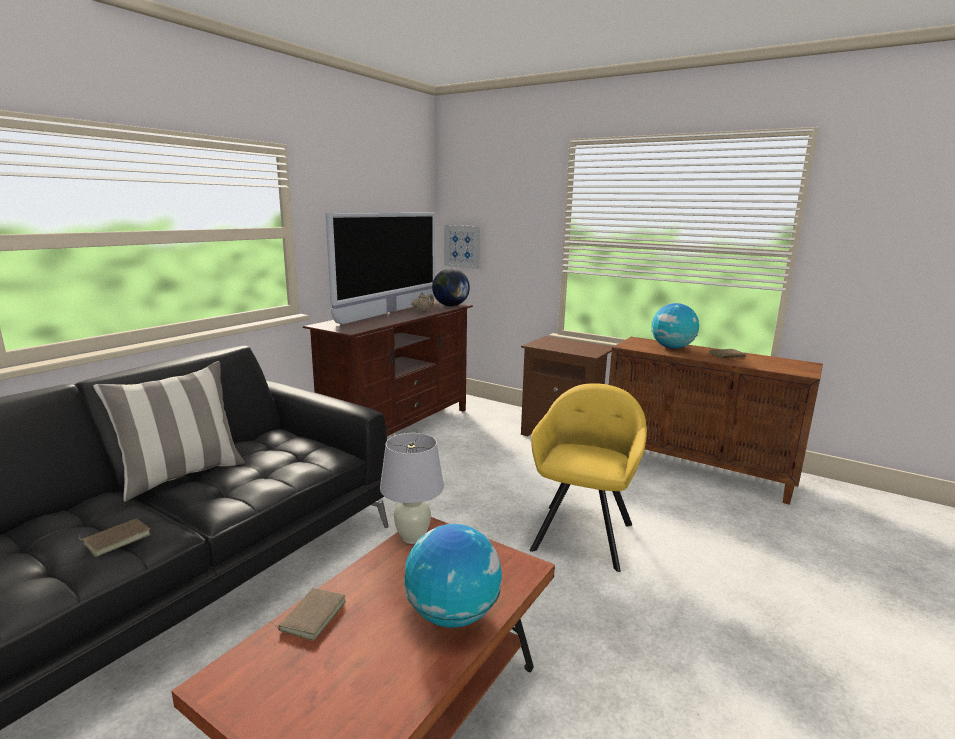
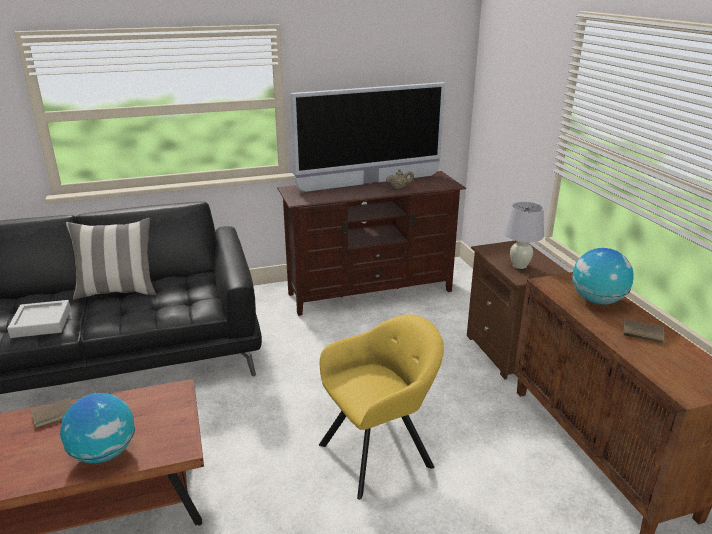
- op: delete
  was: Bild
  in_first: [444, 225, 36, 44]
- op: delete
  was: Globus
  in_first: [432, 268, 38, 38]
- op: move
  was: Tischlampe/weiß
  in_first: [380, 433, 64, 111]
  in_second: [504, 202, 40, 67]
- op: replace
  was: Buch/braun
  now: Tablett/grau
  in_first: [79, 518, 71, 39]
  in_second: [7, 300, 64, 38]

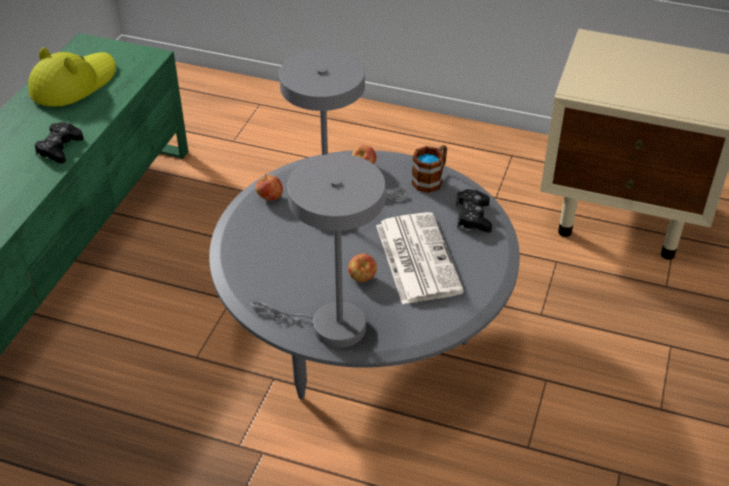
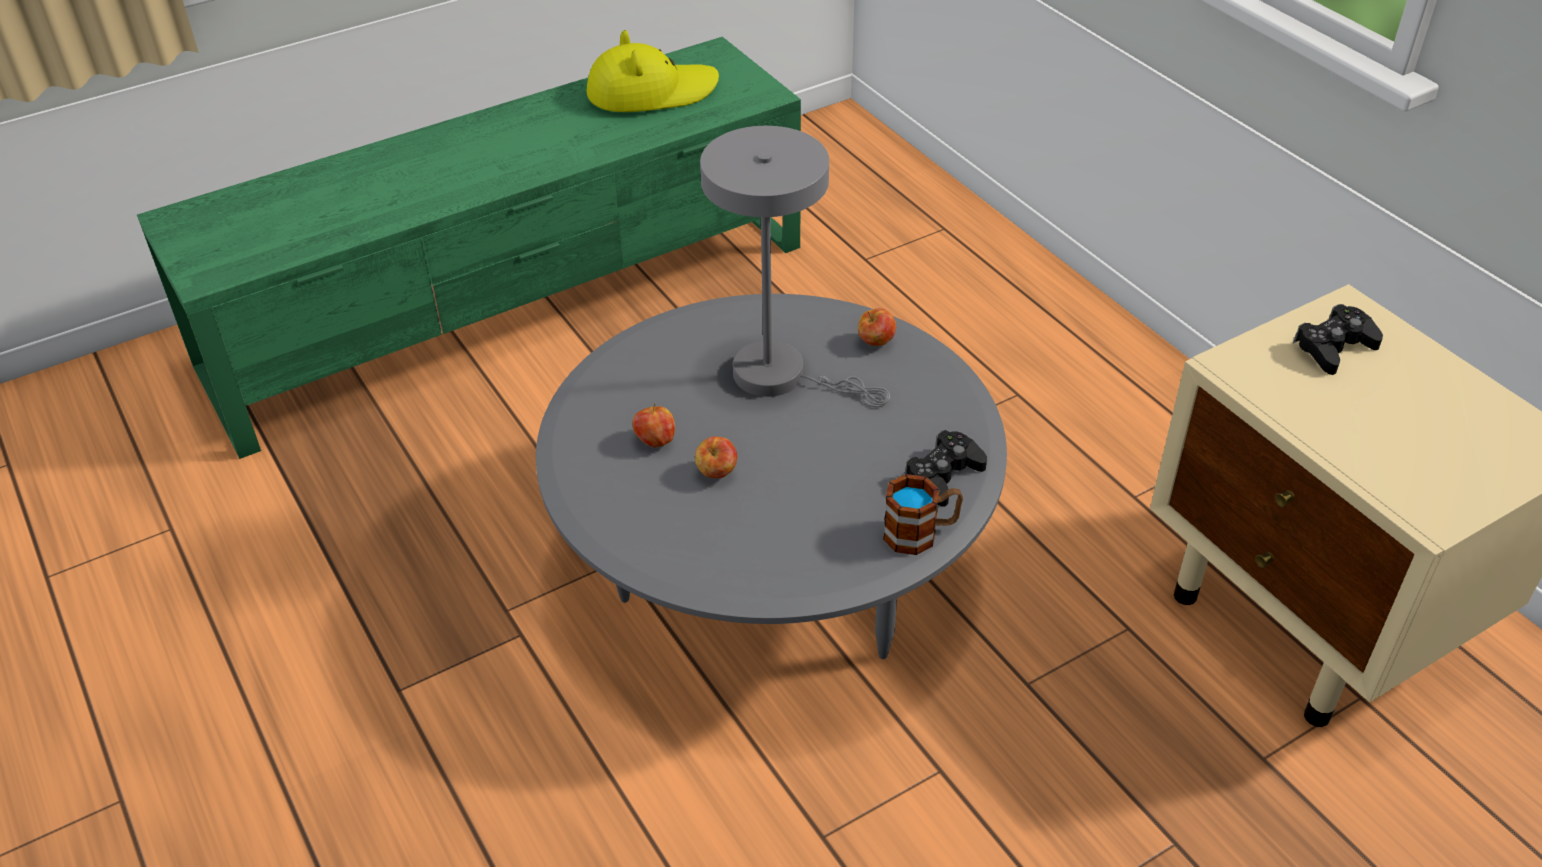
- op: move
  was: Gamepad/schwarz
  in_first: [34, 122, 50, 41]
  in_second: [1293, 304, 90, 71]
- op: move
  was: Henkelbecher
  in_first: [412, 145, 35, 48]
  in_second: [883, 474, 80, 81]
- op: delete
  was: Tischlampe/grau
  in_first: [251, 154, 134, 194]
- op: move
  was: Apfel
  in_first: [256, 174, 27, 27]
  in_second: [633, 403, 42, 44]
- op: delete
  was: Zeitung
  in_first: [376, 212, 88, 93]

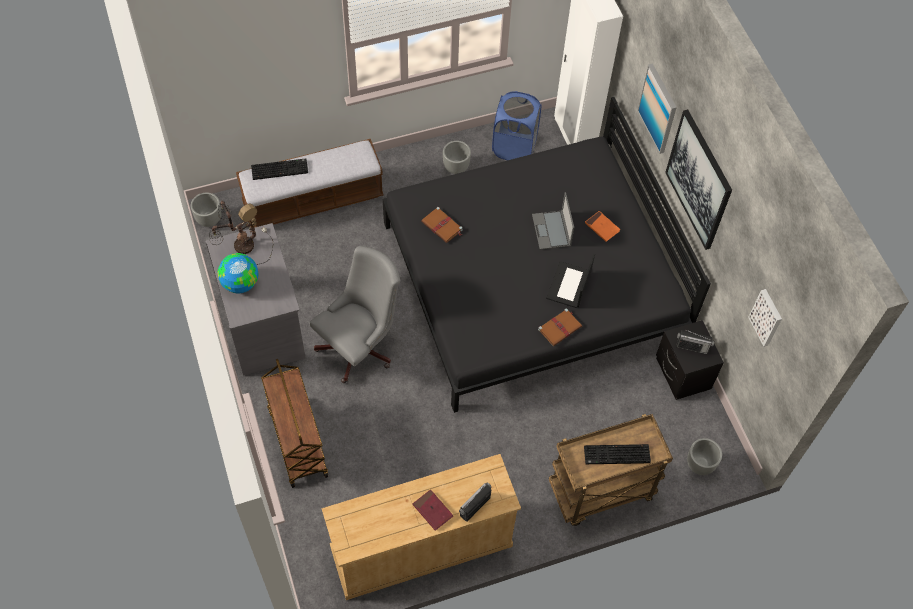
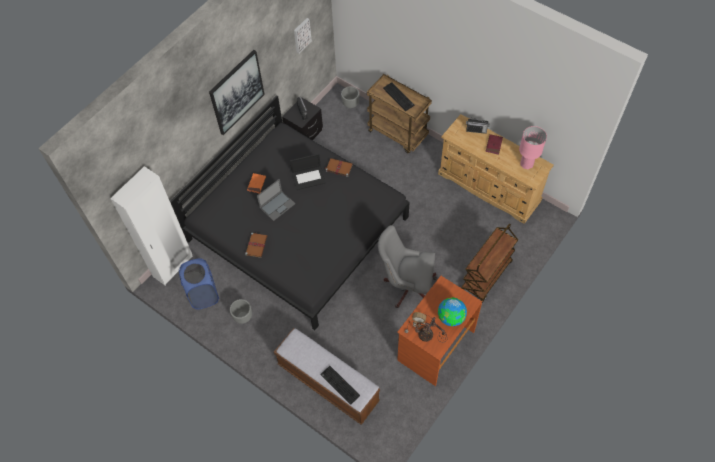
- op: delete
  was: Bild
  in_first: [637, 63, 40, 91]
- op: delete
  was: Pflanzkübel/grau
  in_first: [191, 193, 31, 34]
- op: move
  was: Buch/braun
  in_first: [421, 207, 42, 36]
  in_second: [245, 233, 22, 25]
- op: recolor
  was: Schreibtisch/grau
  now: Schreibtisch/braun
  in_first: [205, 223, 101, 153]
  in_second: [397, 276, 85, 110]
- op: insert
  now: Tischlampe/rosa
  in_second: [519, 126, 28, 43]

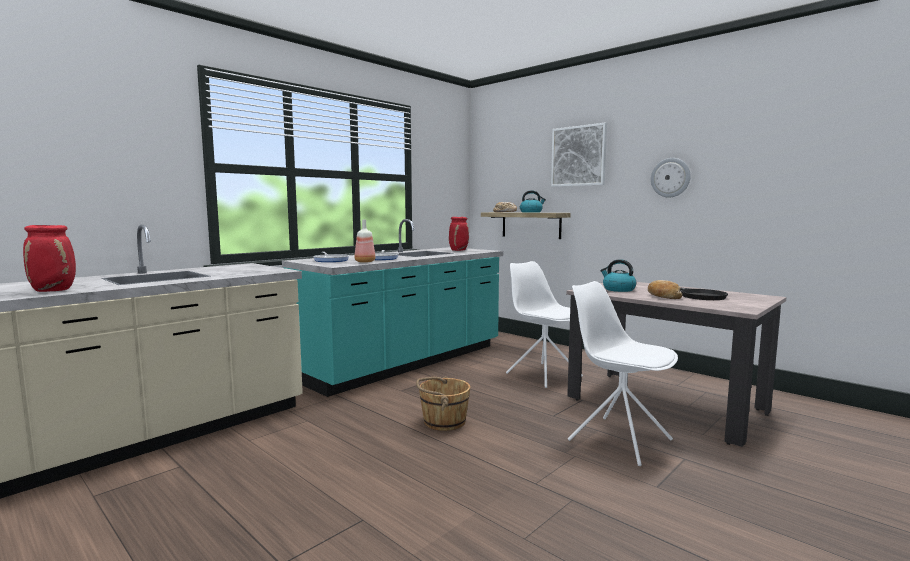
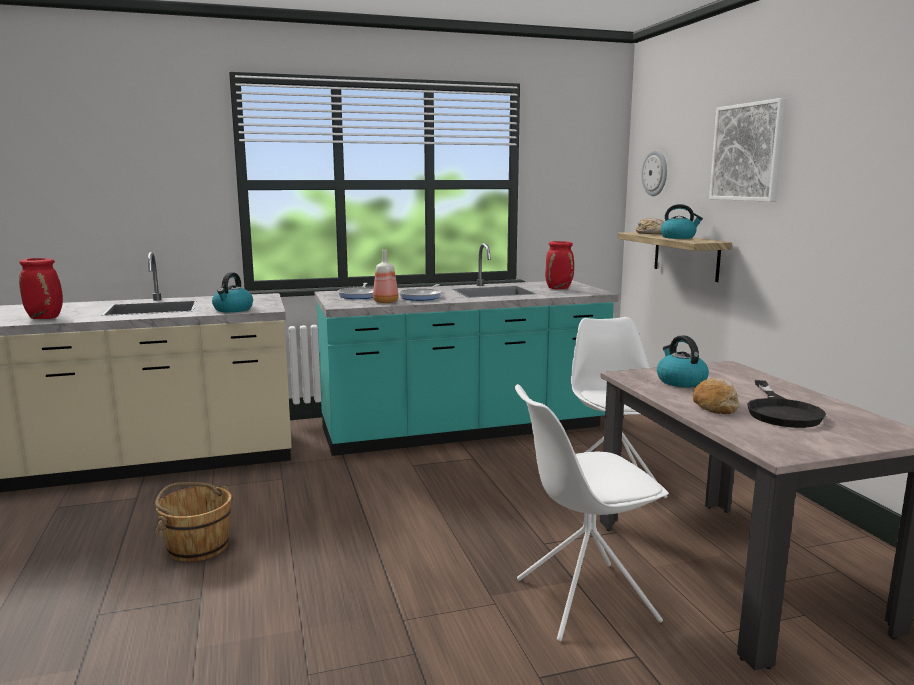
- op: move
  was: Wanduhr
  in_first: [651, 158, 40, 40]
  in_second: [641, 150, 26, 46]
- op: rotate
  was: Stuhl/weiß
  in_first: [568, 281, 110, 185]
  in_second: [515, 384, 154, 258]
  clockwise: -90
- op: move
  was: Eimer/braun
  in_first: [416, 377, 55, 54]
  in_second: [155, 482, 79, 80]
- op: insert
  now: Wasserkessel
  in_second: [212, 272, 41, 41]

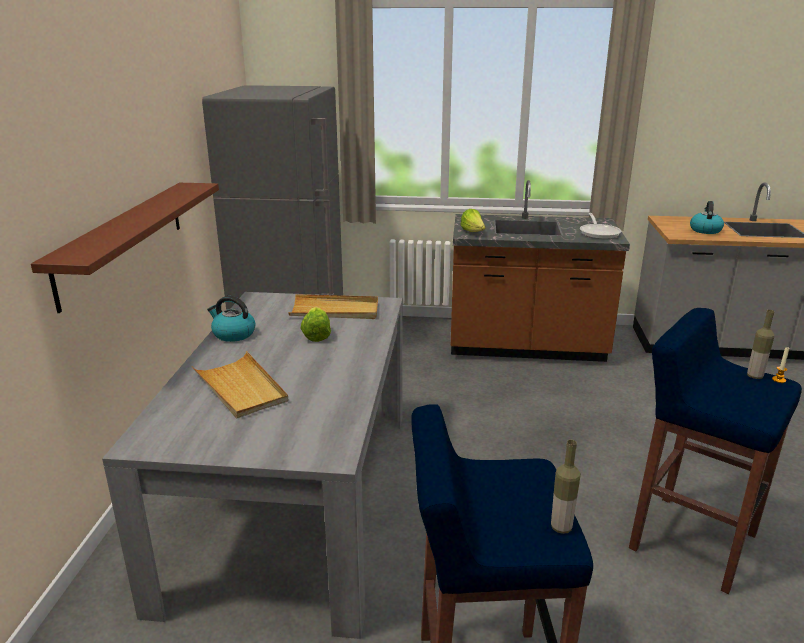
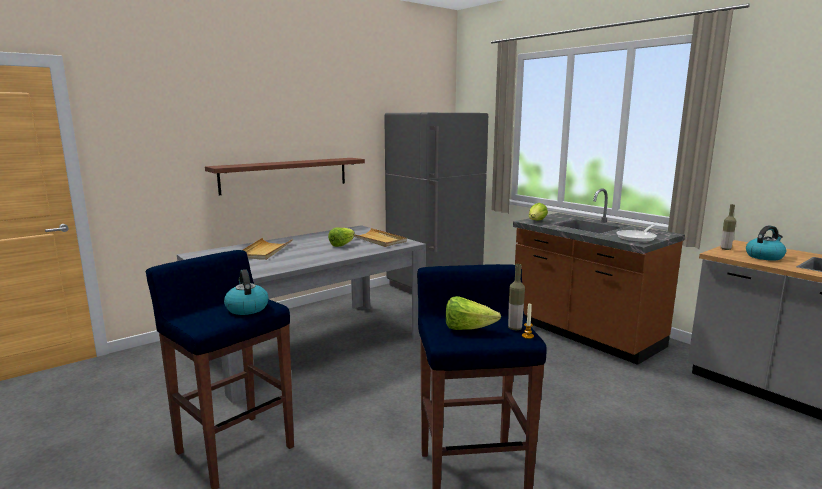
- op: move
  was: Wasserkessel
  in_first: [207, 296, 49, 46]
  in_second: [224, 269, 45, 46]
- op: move
  was: Flasche
  in_first: [551, 440, 30, 94]
  in_second: [721, 204, 15, 46]
- op: insert
  now: Salatkopf
  in_second: [446, 296, 55, 34]

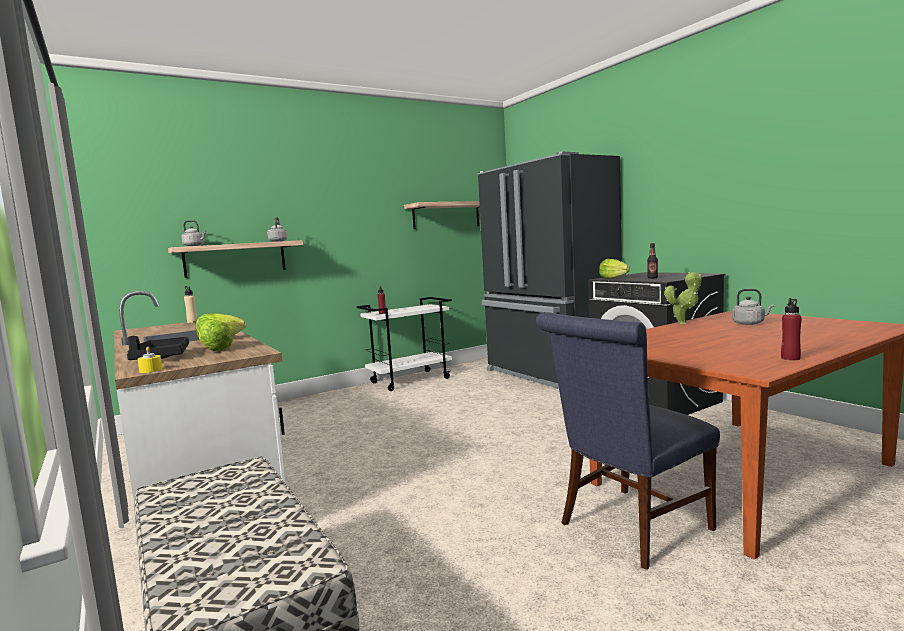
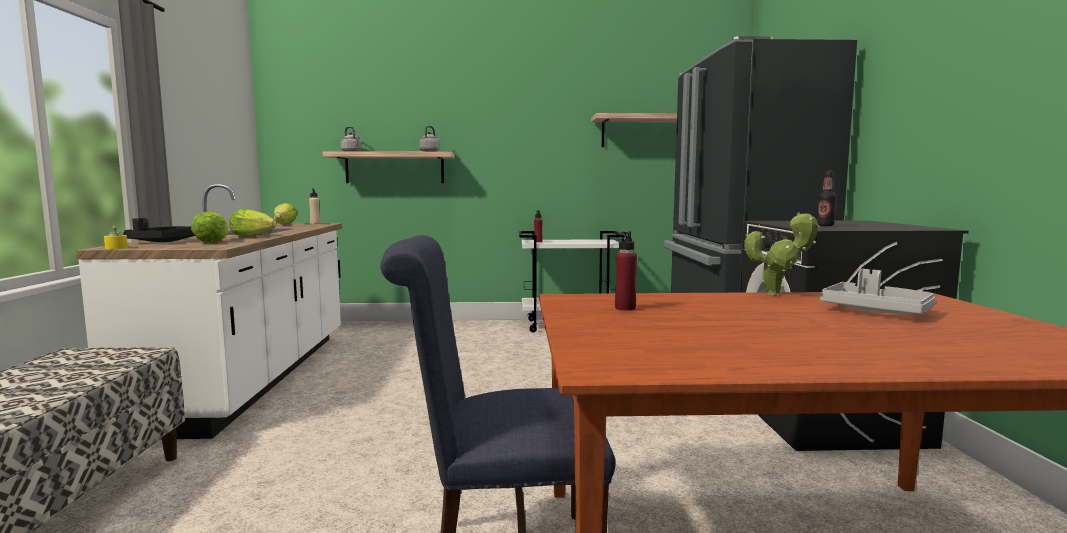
- op: move
  was: Salatkopf
  in_first: [599, 259, 31, 20]
  in_second: [274, 203, 24, 21]
- op: replace
  was: Wasserkessel/grau
  now: Tablett/grau
  in_first: [732, 289, 43, 36]
  in_second: [820, 269, 115, 45]
- op: move
  was: Flasche/rot
  in_first: [781, 298, 21, 62]
  in_second: [615, 231, 22, 80]

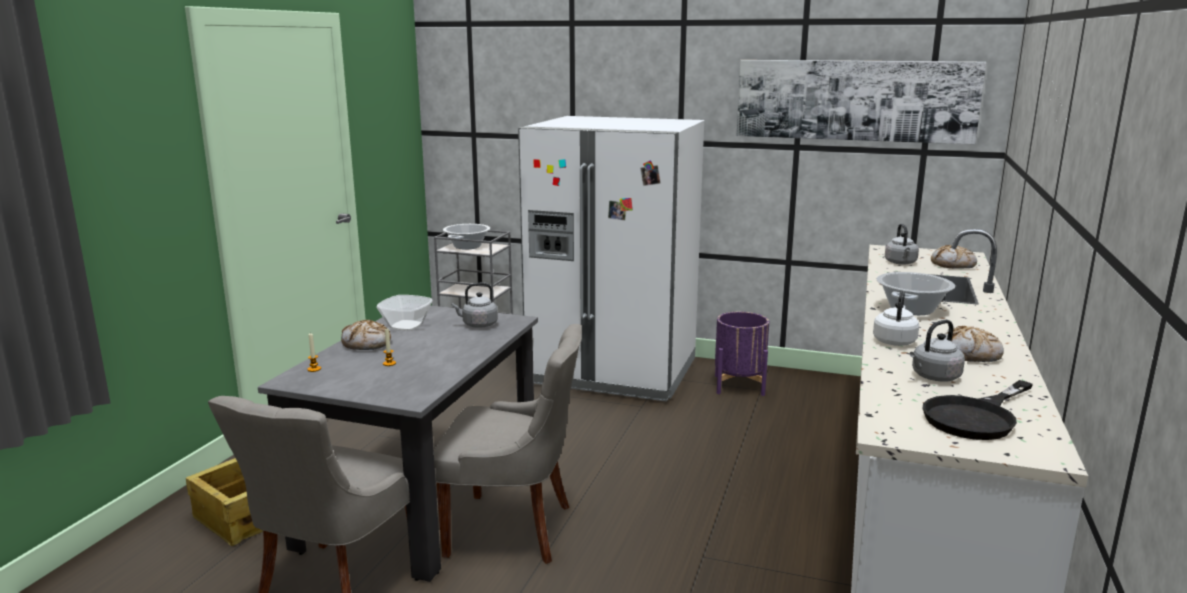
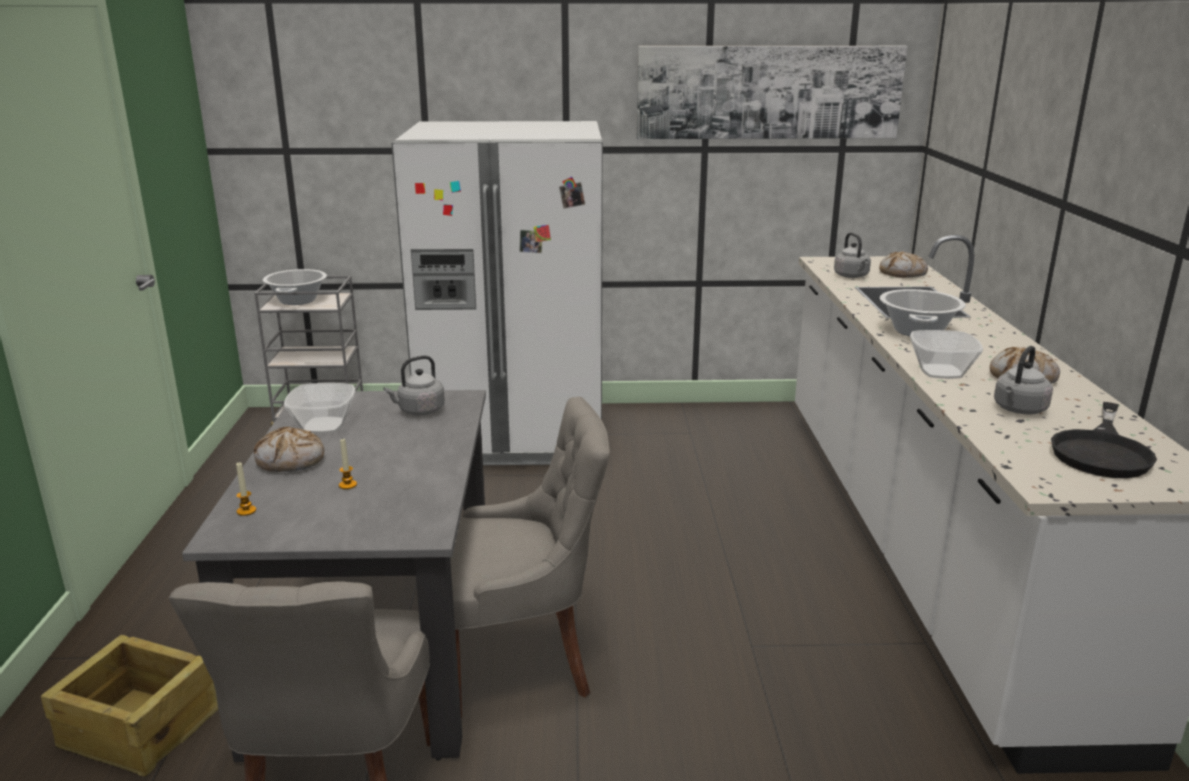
- op: replace
  was: Wasserkessel/weiß
  now: Schüssel
  in_first: [873, 290, 46, 56]
  in_second: [910, 330, 73, 49]
- op: delete
  was: Pflanzkübel/lila
  in_first: [715, 312, 54, 84]

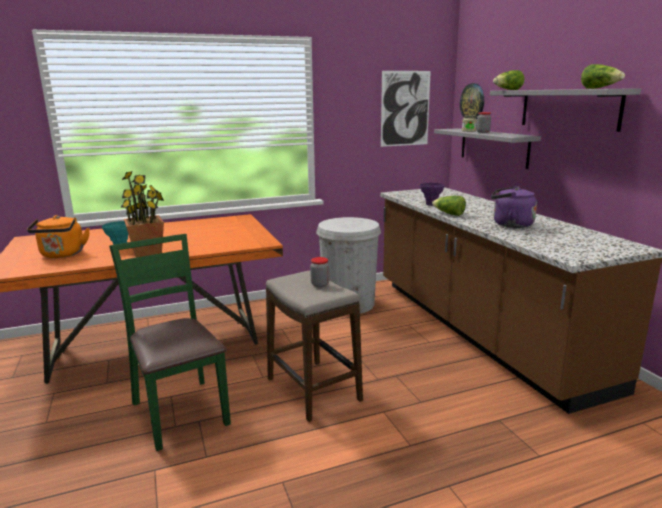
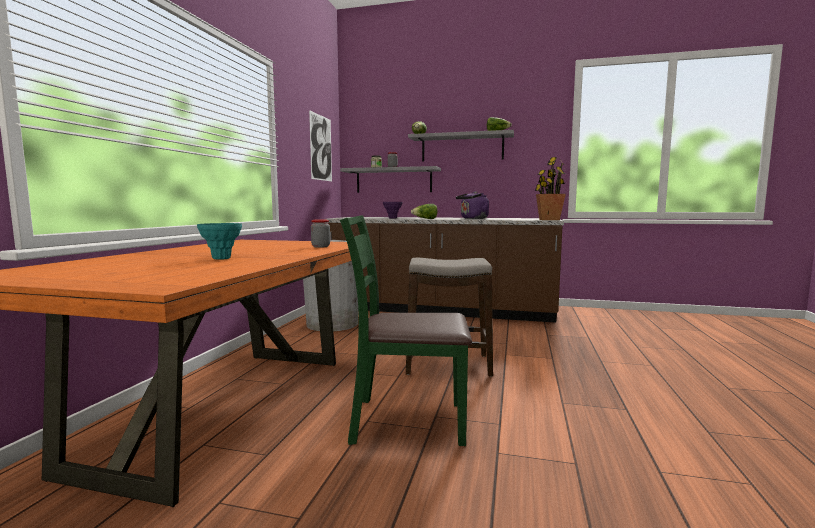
- op: delete
  was: Wanduhr
  in_first: [460, 83, 24, 36]
- op: move
  was: Topfpflanze
  in_first: [121, 171, 43, 86]
  in_second: [535, 157, 31, 63]
- op: delete
  was: Wasserkessel/orange
  in_first: [27, 215, 63, 43]
- op: move
  was: Vorratsglas
  in_first: [310, 257, 19, 30]
  in_second: [311, 219, 19, 29]

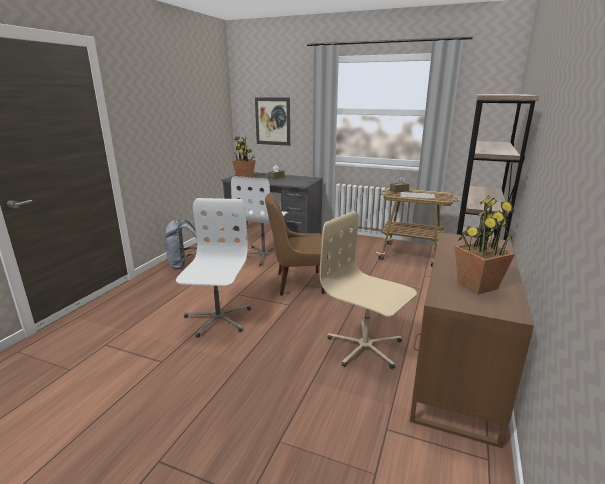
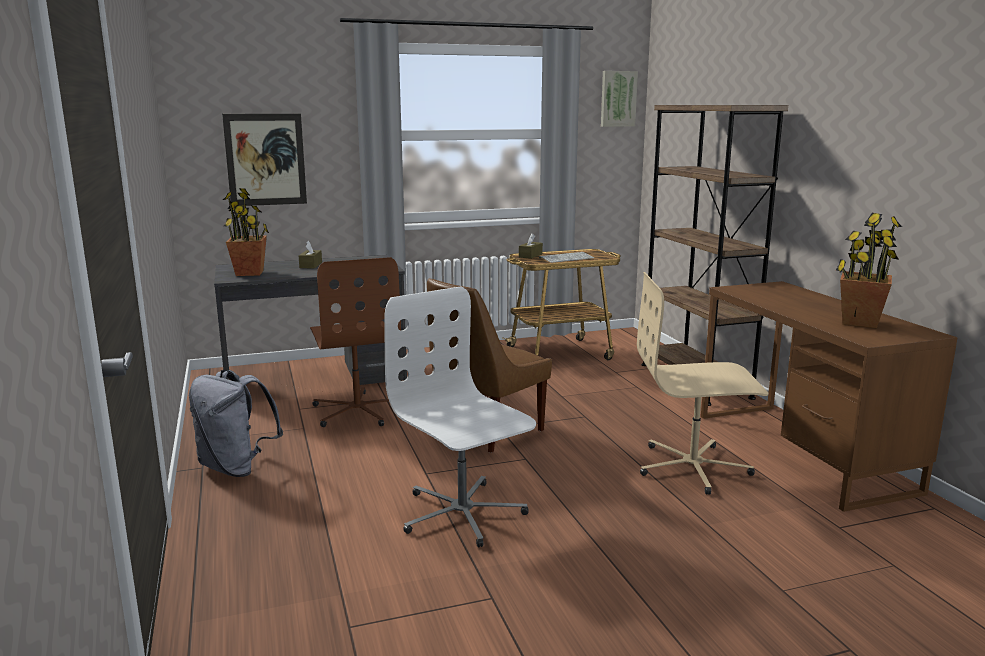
- op: recolor
  was: Bürostuhl/weiß
  now: Bürostuhl/braun
  in_first: [231, 176, 57, 90]
  in_second: [310, 257, 91, 170]
- op: insert
  now: Bild
  in_second: [601, 71, 37, 56]

